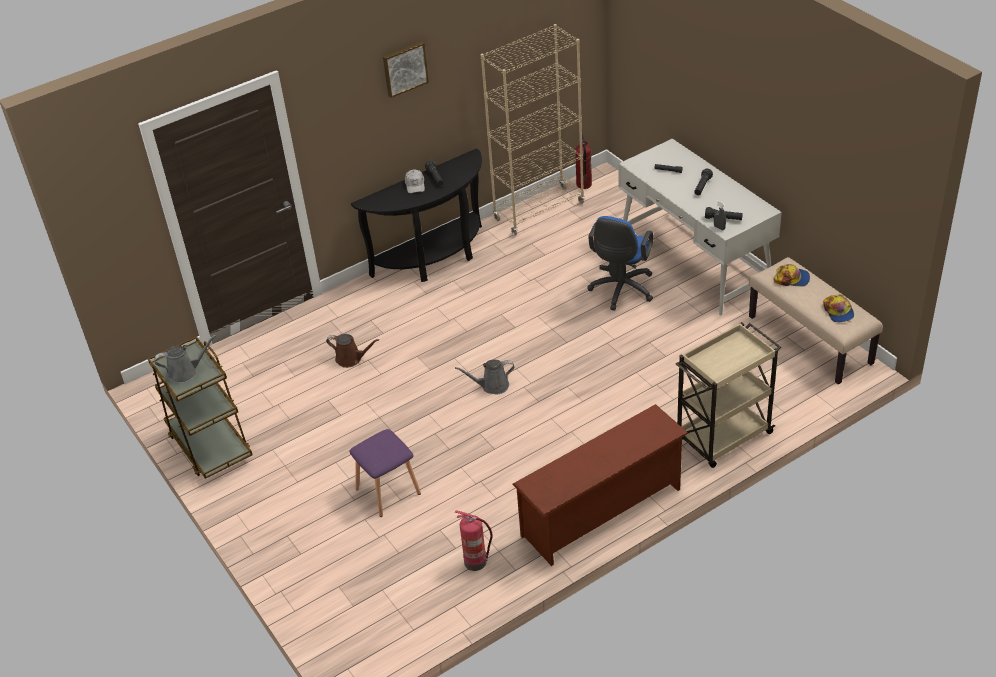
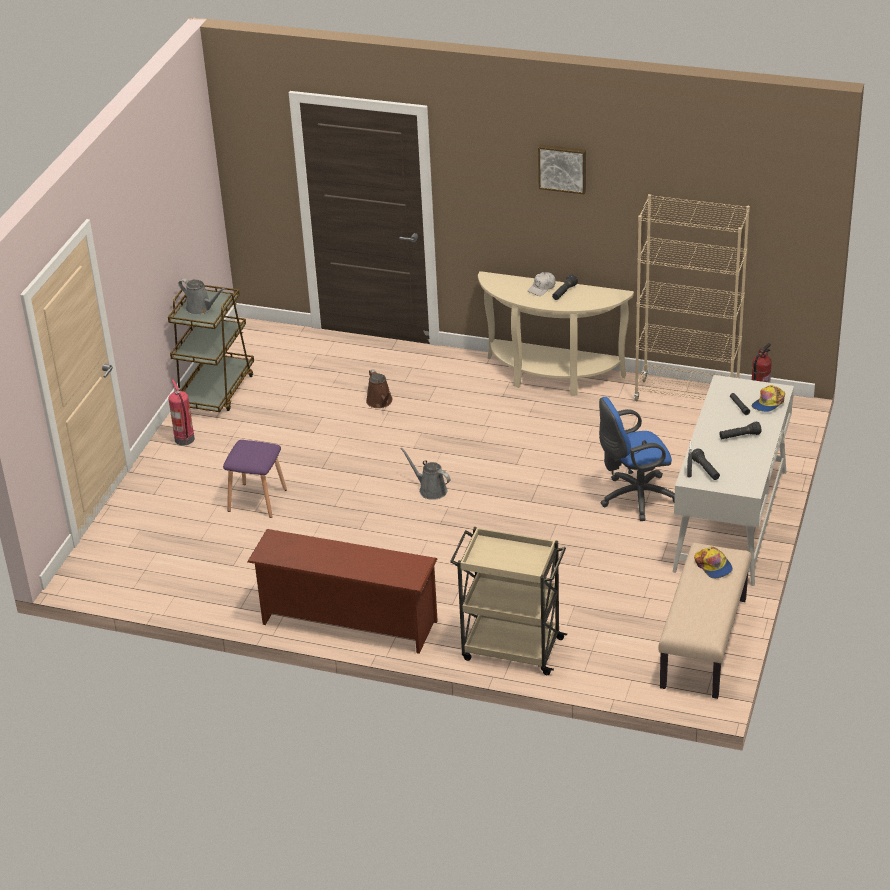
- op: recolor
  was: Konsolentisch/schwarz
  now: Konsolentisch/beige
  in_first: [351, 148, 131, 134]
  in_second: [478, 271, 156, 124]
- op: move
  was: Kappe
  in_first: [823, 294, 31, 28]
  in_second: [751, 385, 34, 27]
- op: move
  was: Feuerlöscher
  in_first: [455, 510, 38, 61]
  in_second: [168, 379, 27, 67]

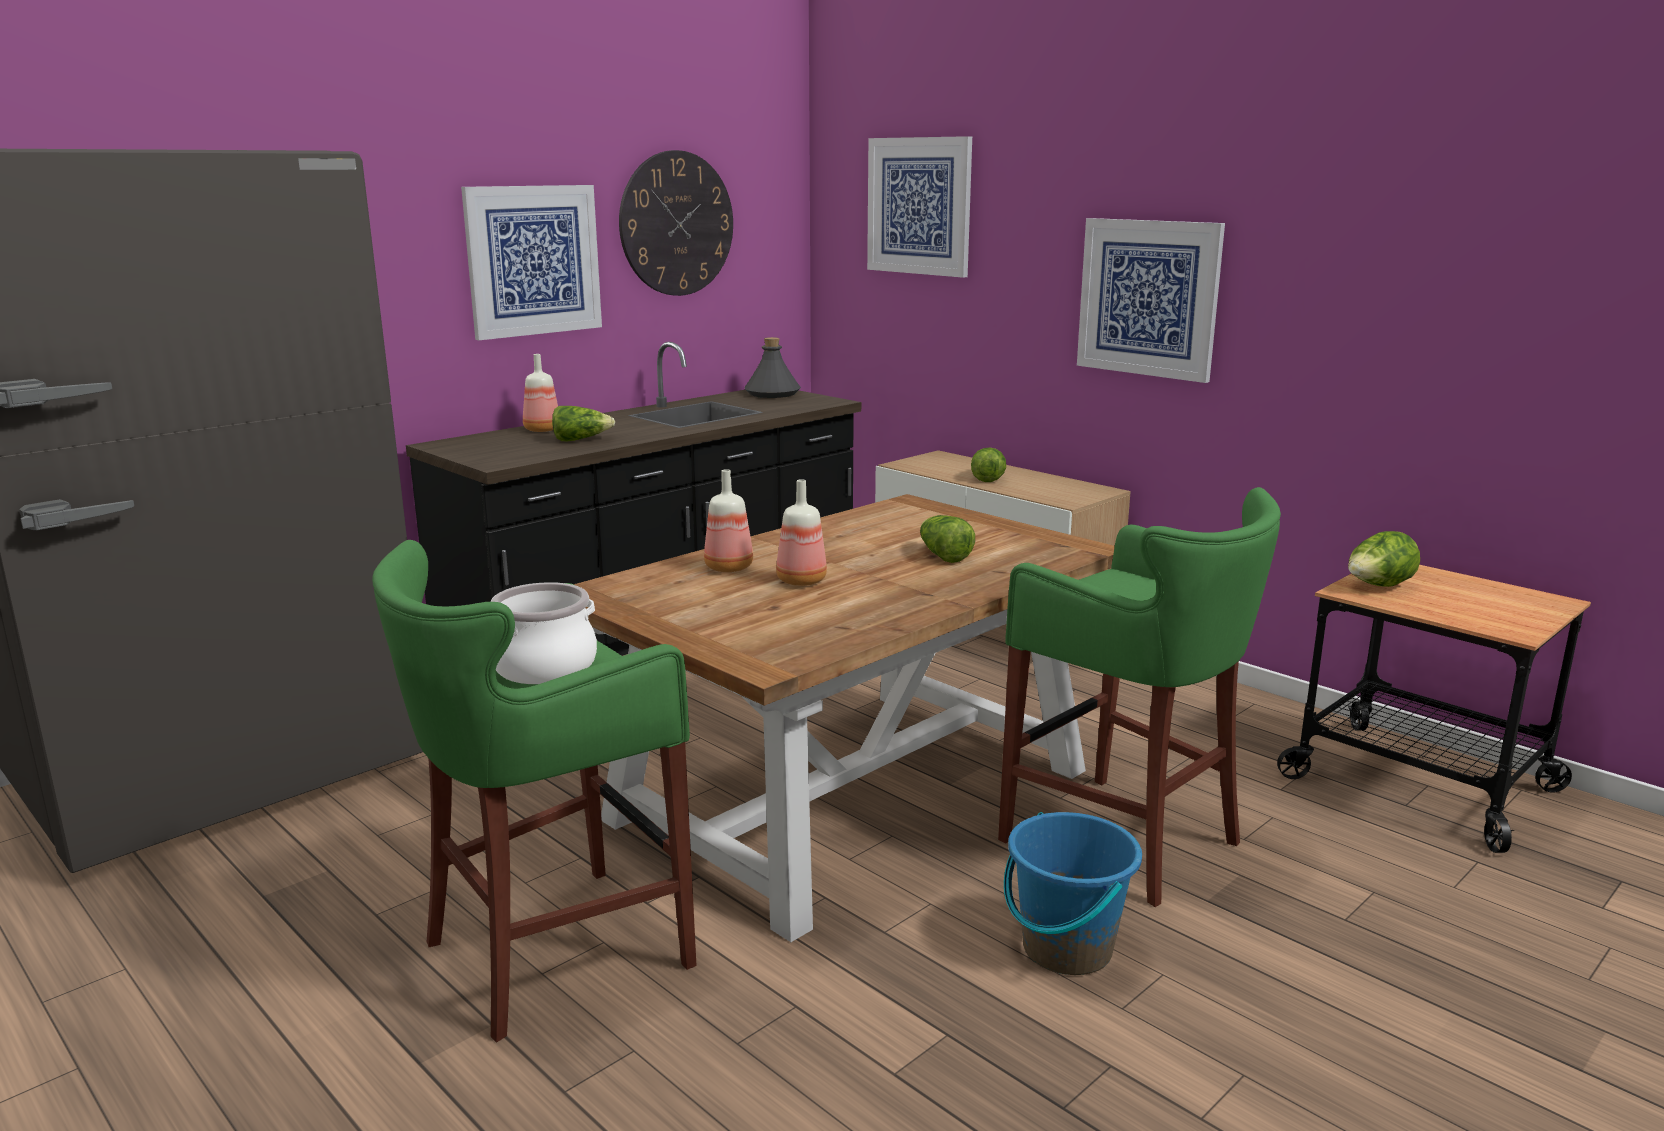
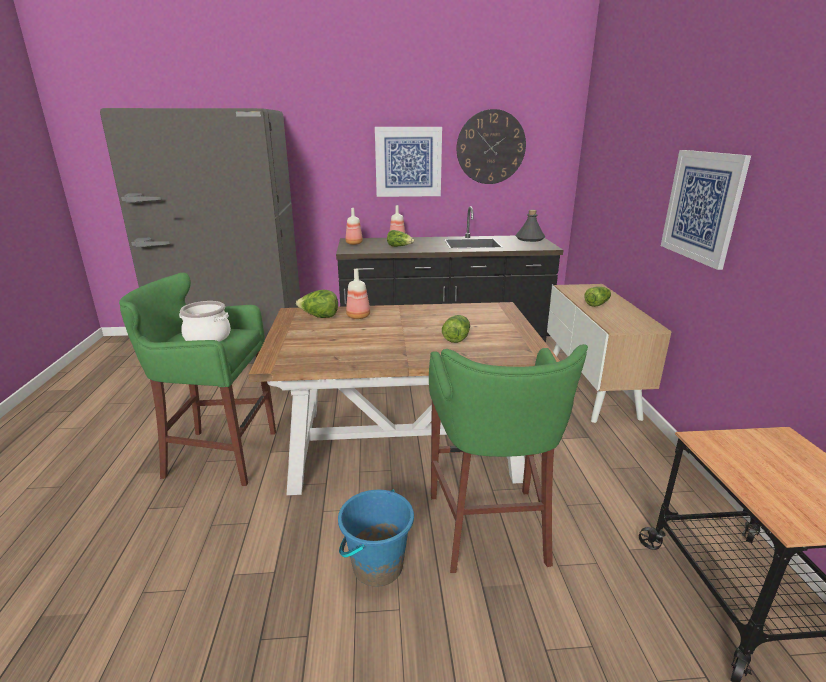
- op: delete
  was: Bild
  in_first: [867, 136, 105, 142]
- op: move
  was: Flasche
  in_first: [776, 479, 51, 107]
  in_second: [346, 208, 17, 37]
- op: move
  was: Salatkopf
  in_first: [1348, 531, 72, 56]
  in_second: [296, 290, 42, 28]

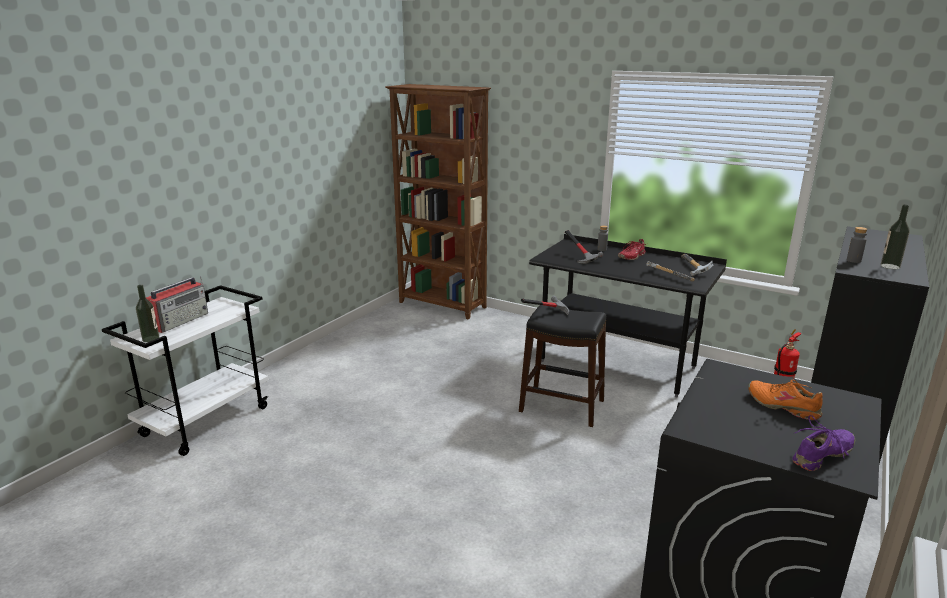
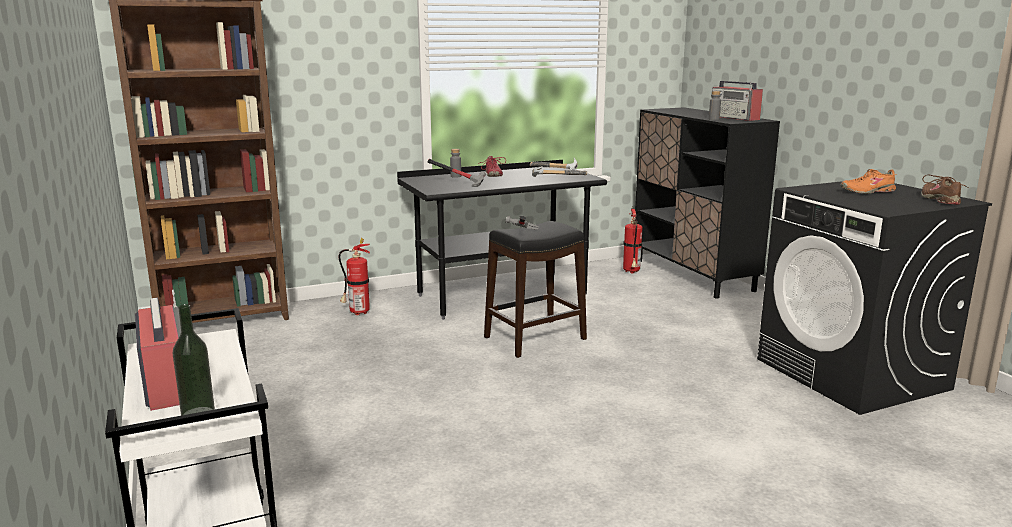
- op: replace
  was: Flasche
  now: Radio
  in_first: [881, 205, 29, 64]
  in_second: [711, 81, 52, 40]
- op: recolor
  was: Schuh/lila
  now: Schuh/braun
  in_first: [792, 415, 63, 56]
  in_second: [921, 174, 48, 31]
- op: insert
  now: Feuerlöscher
  in_second: [339, 238, 31, 77]

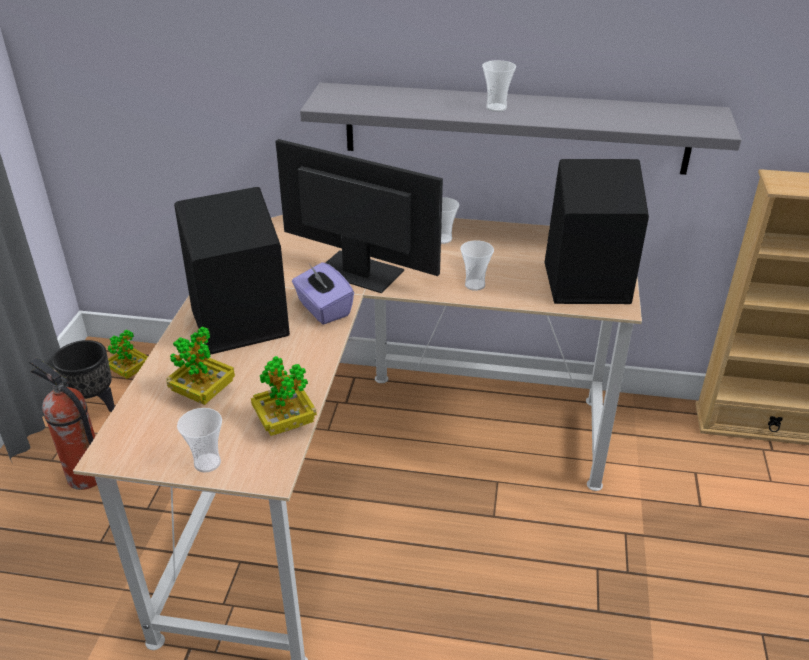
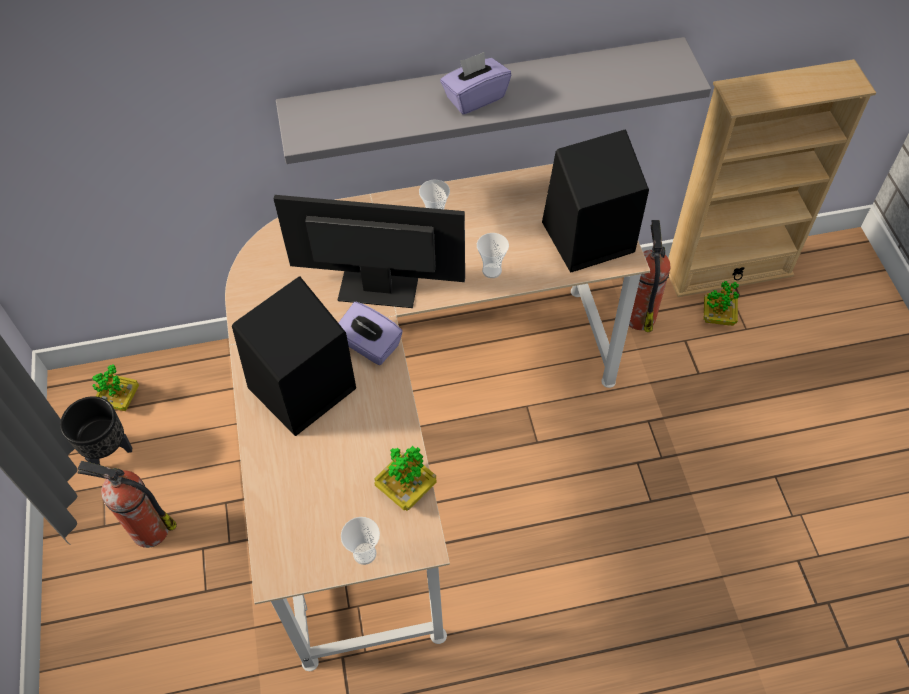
- op: replace
  was: Tasse
  now: Taschentuchbox/lila
  in_first: [482, 60, 34, 52]
  in_second: [440, 52, 71, 63]
- op: move
  was: Topfpflanze
  in_first: [166, 327, 69, 78]
  in_second: [704, 281, 35, 45]
- op: insert
  now: Feuerlöscher
  in_second: [629, 220, 41, 112]

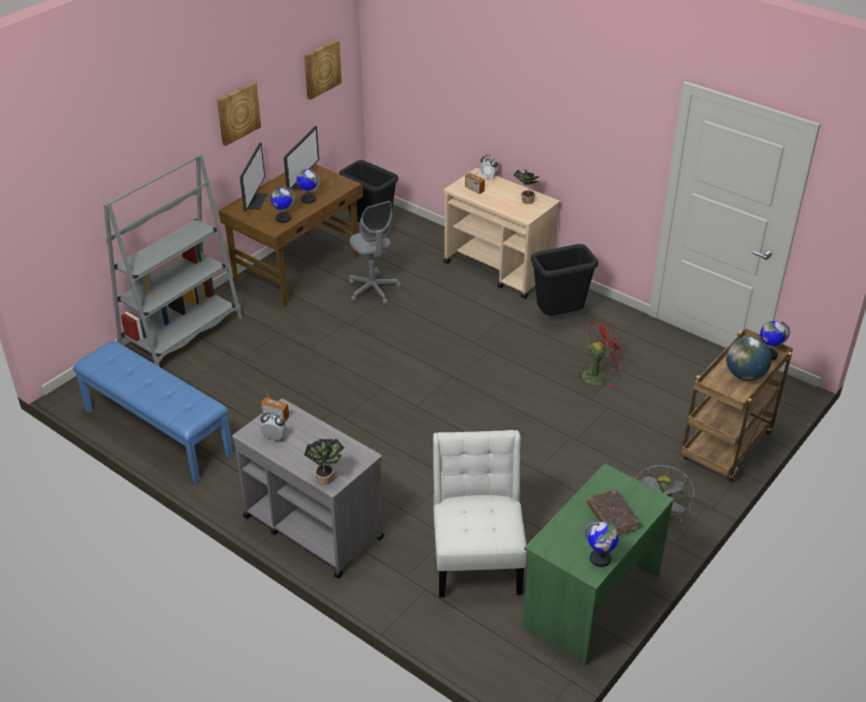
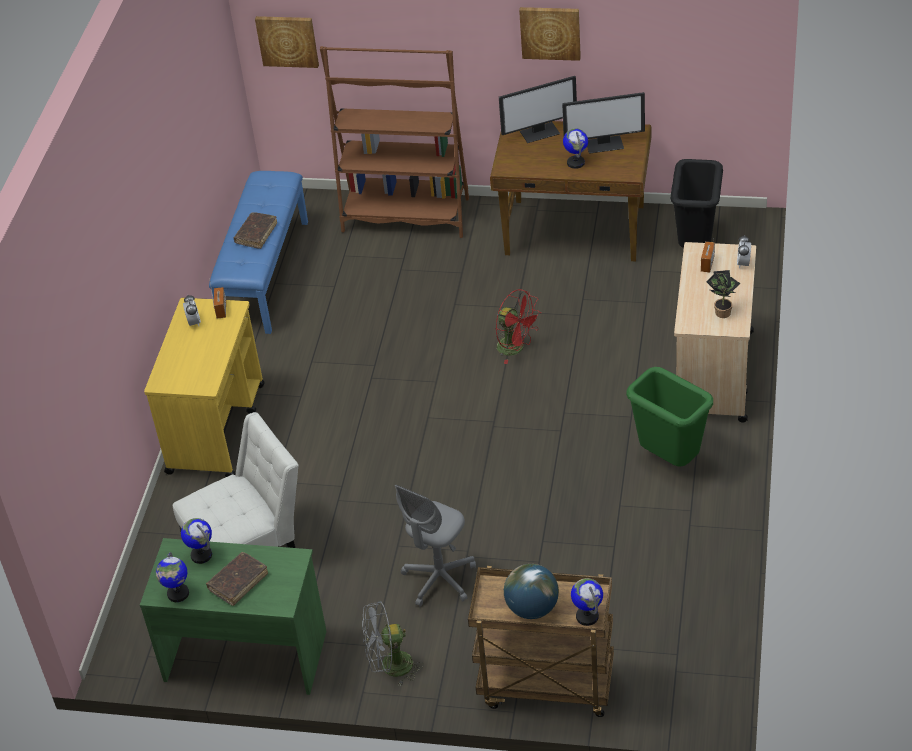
- op: move
  was: Bild
  in_first: [304, 39, 38, 61]
  in_second: [255, 16, 64, 52]
- op: recolor
  was: Bücherregal/grau
  now: Bücherregal/braun
  in_first: [104, 154, 138, 213]
  in_second: [320, 46, 149, 192]
- op: move
  was: Globus
  in_first: [271, 187, 24, 36]
  in_second: [181, 518, 31, 46]
- op: move
  was: Bürostuhl/grau
  in_first: [349, 201, 52, 104]
  in_second: [395, 485, 81, 122]
- op: recolor
  was: Mülleimer/schwarz
  now: Mülleimer/grün
  in_first: [531, 244, 67, 72]
  in_second: [626, 367, 87, 99]
- op: move
  was: Ventilator/rot
  in_first: [574, 320, 52, 67]
  in_second: [496, 289, 45, 75]
- op: recolor
  was: Rollwagen/grau
  now: Rollwagen/gelb
  in_first: [232, 398, 152, 180]
  in_second: [144, 298, 121, 179]
- op: delete
  was: Topfpflanze
  in_first: [304, 439, 40, 46]
- op: insert
  now: Buch/braun
  in_second: [234, 213, 43, 36]

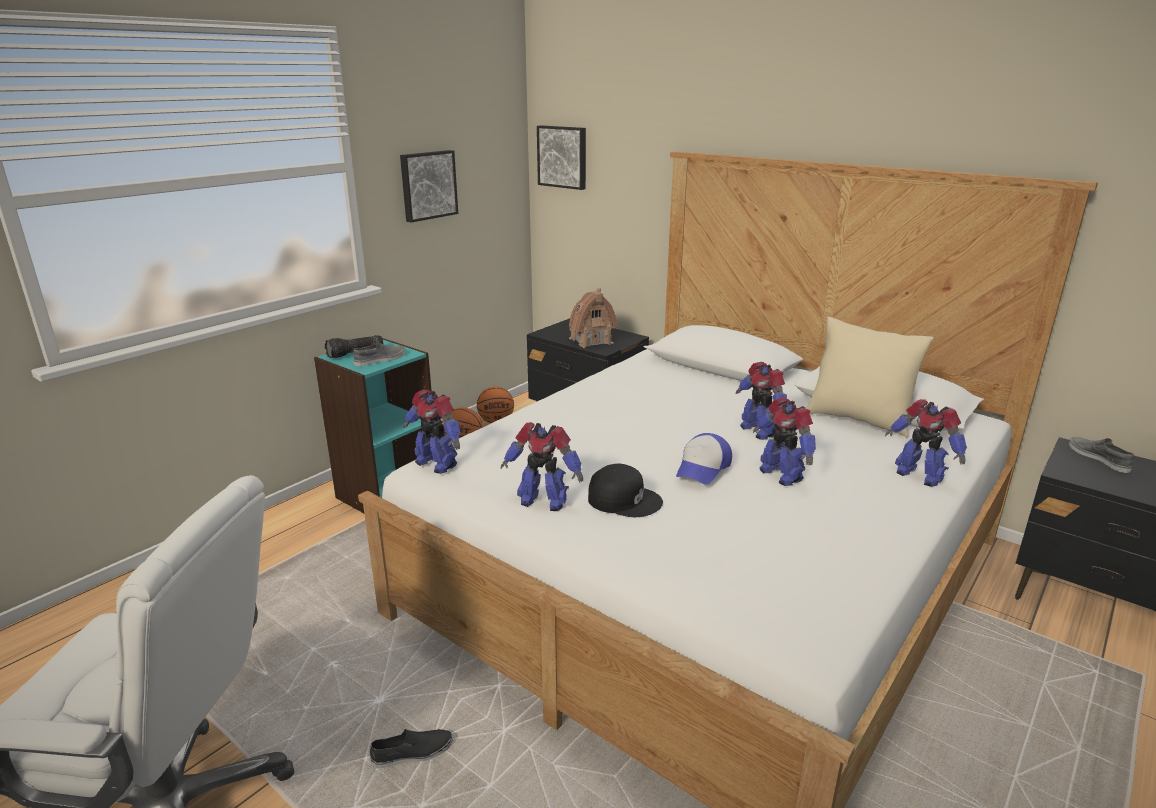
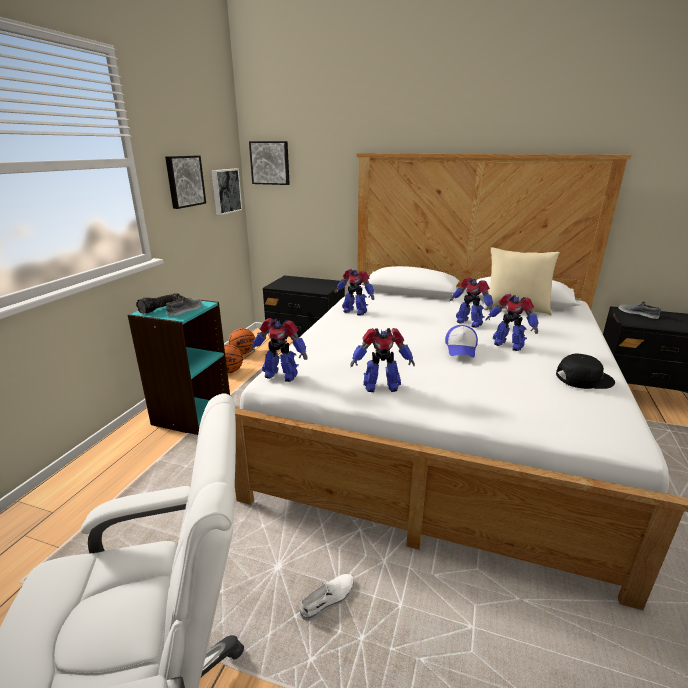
- op: delete
  was: Spielzeughaus
  in_first: [569, 288, 49, 60]
- op: move
  was: Spielzeugroboter
  in_first: [885, 399, 82, 88]
  in_second: [335, 269, 39, 47]
- op: move
  was: Kappe/schwarz
  in_first: [588, 463, 75, 54]
  in_second: [556, 354, 59, 35]
- op: recolor
  was: Schuh/schwarz
  now: Schuh/weiß
  in_first: [370, 729, 83, 39]
  in_second: [300, 574, 54, 47]
- op: insert
  now: Bild
  in_second: [212, 169, 30, 46]

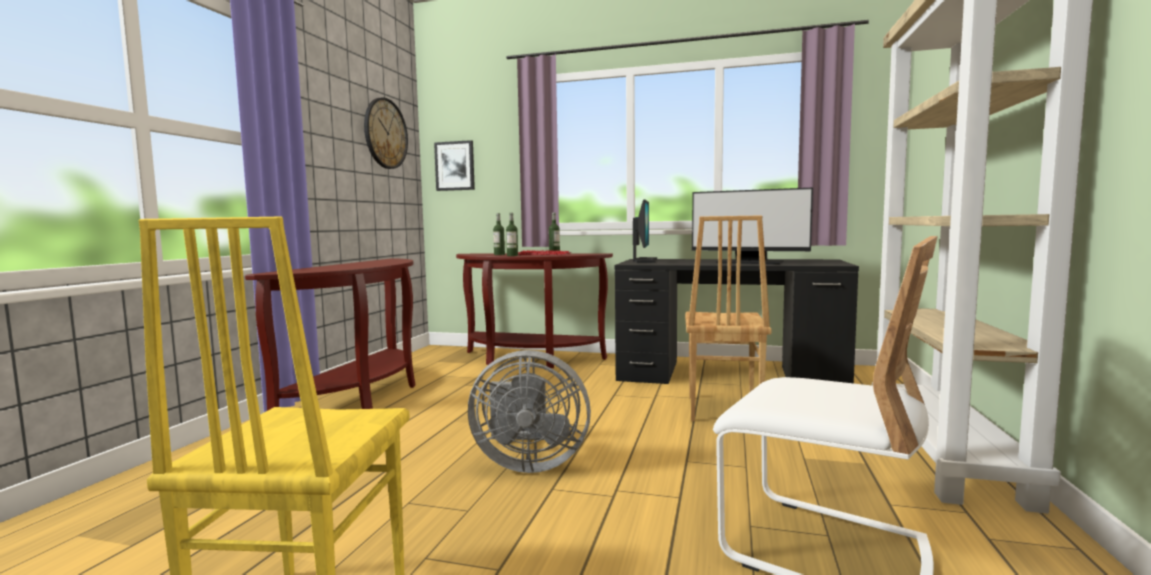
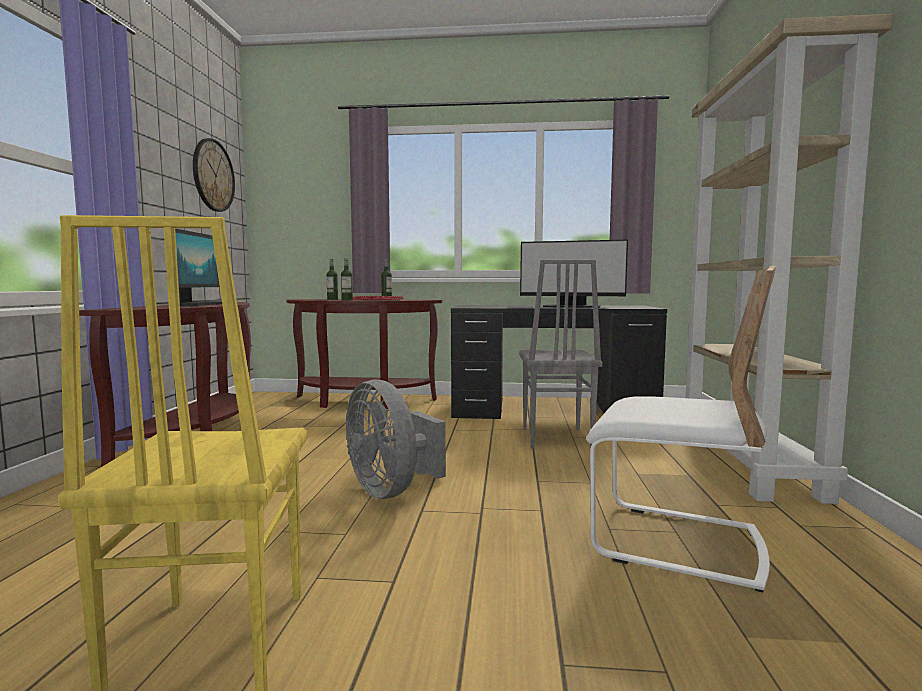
- op: delete
  was: Bild
  in_first: [434, 140, 41, 51]
- op: move
  was: Monitor
  in_first: [633, 199, 24, 64]
  in_second: [175, 228, 47, 78]
- op: recolor
  was: Stuhl/braun
  now: Stuhl/grau
  in_first: [685, 215, 87, 207]
  in_second: [519, 260, 84, 189]
- op: rotate
  was: Ventilator/grau
  in_first: [468, 350, 123, 123]
  in_second: [346, 380, 100, 119]
  clockwise: 60

